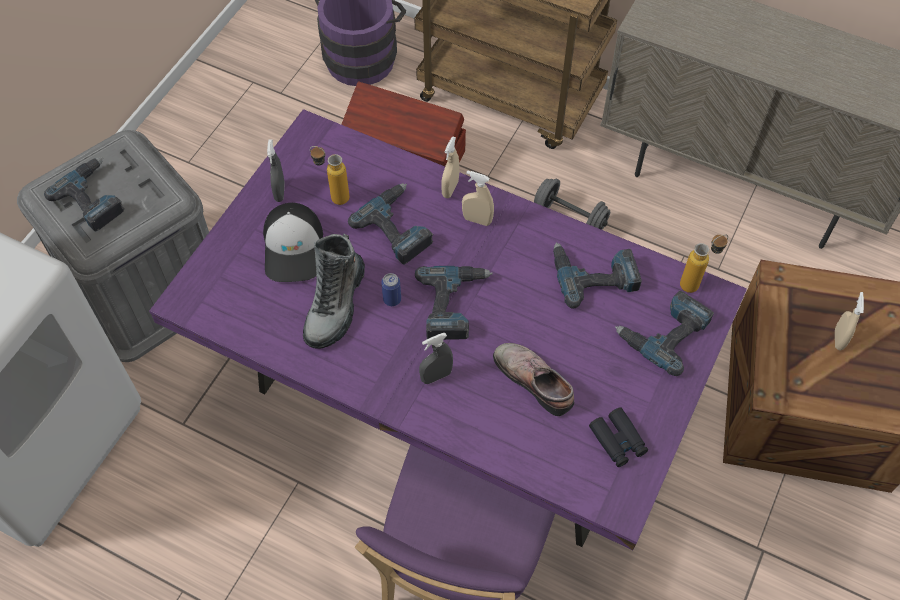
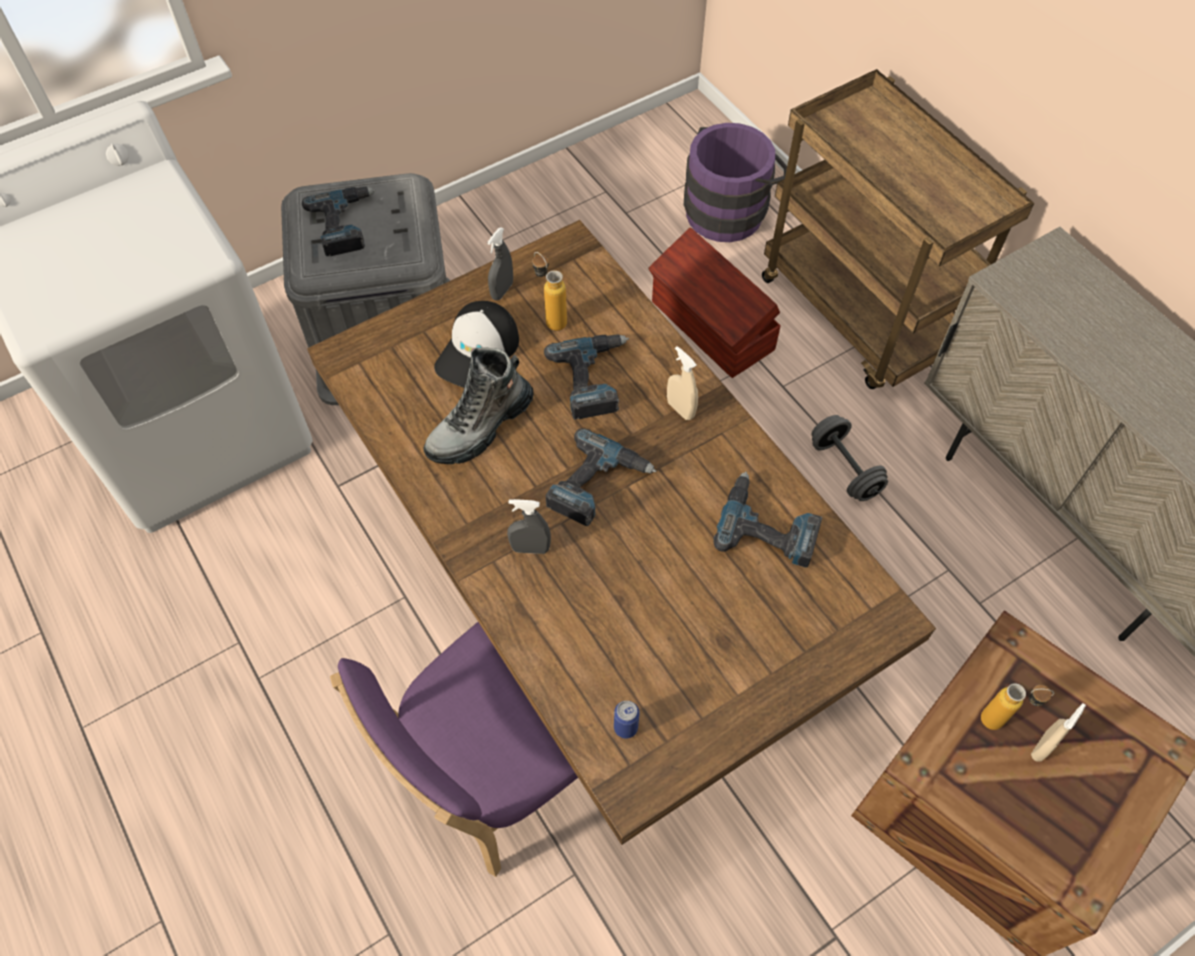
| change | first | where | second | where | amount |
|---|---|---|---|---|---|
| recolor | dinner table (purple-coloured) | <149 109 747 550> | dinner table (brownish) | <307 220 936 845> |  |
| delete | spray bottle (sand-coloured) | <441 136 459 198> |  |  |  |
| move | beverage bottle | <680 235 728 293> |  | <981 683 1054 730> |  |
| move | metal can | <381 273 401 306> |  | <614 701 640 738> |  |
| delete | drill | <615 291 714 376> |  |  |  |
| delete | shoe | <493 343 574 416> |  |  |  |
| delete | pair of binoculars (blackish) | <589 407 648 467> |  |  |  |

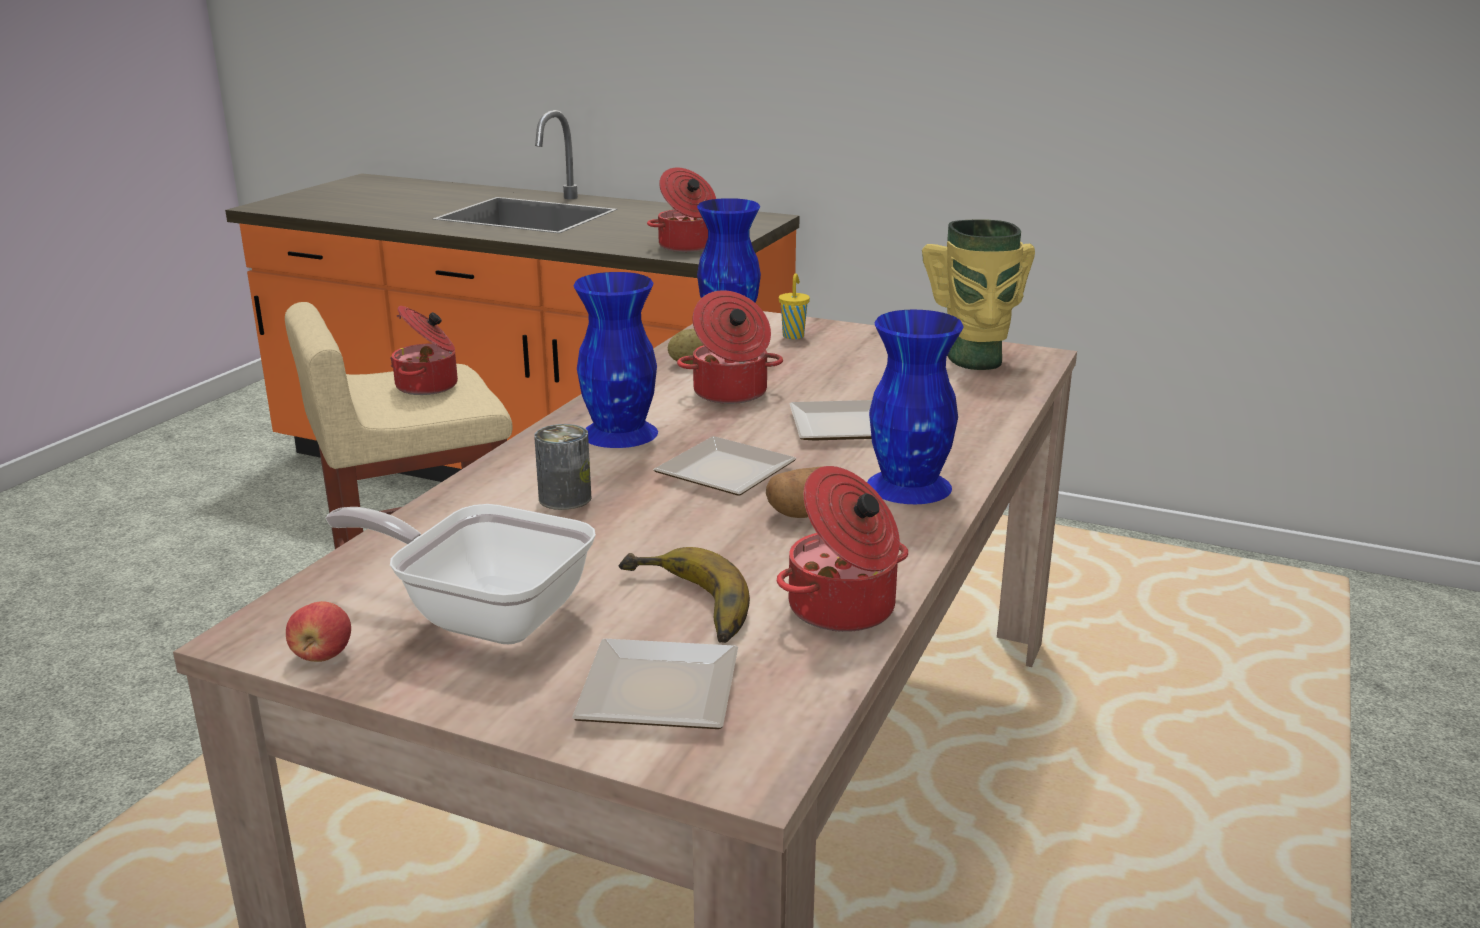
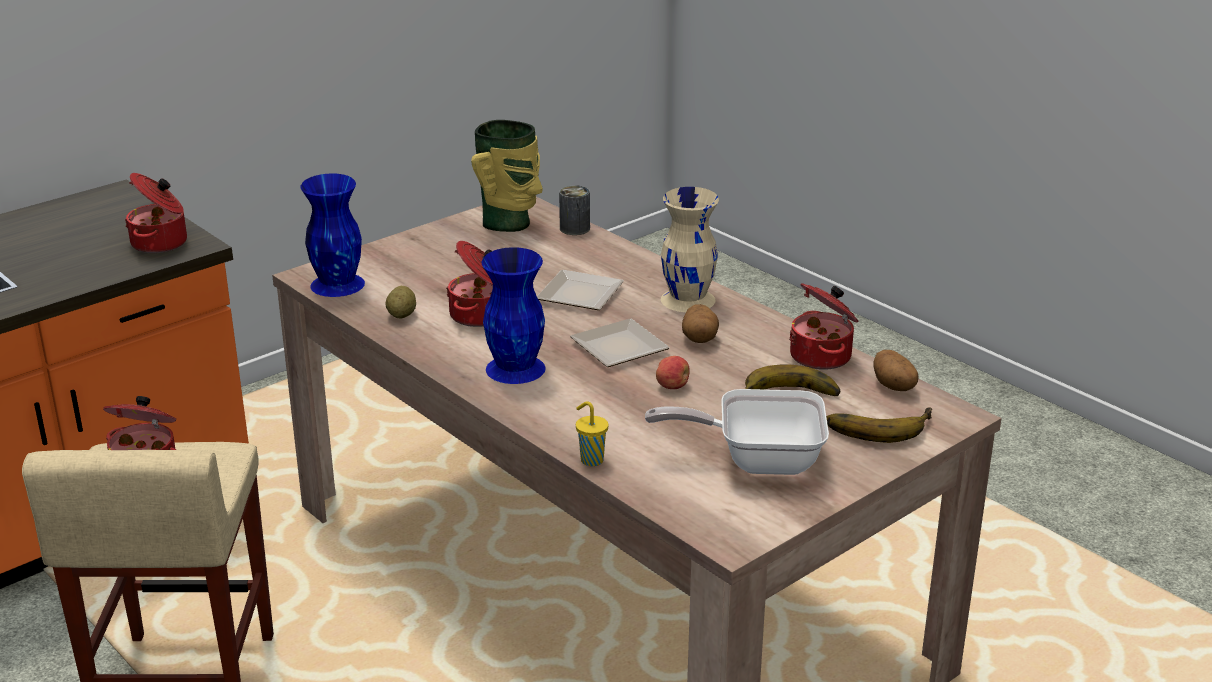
| change | first | where | second | where | amount |
|---|---|---|---|---|---|
| move | small cup (yellow-coloured) | <779 274 810 339> |  | <576 402 608 466> |  |
| recolor | flower vase (blue) | <867 310 964 504> | flower vase (sand-coloured) | <661 187 719 312> |  |
| move | metal can | <534 424 591 510> |  | <559 185 590 235> |  |
| rotate | pan | <326 504 596 644> |  | <645 389 829 475> | 45 degrees clockwise |
| move | whole apple | <286 601 351 662> |  | <656 356 690 389> |  |
| replace | plate | <572 639 738 729> | banana fruit | <826 407 932 443> |  |
| insert |  |  | spud | <873 350 919 391> |  |

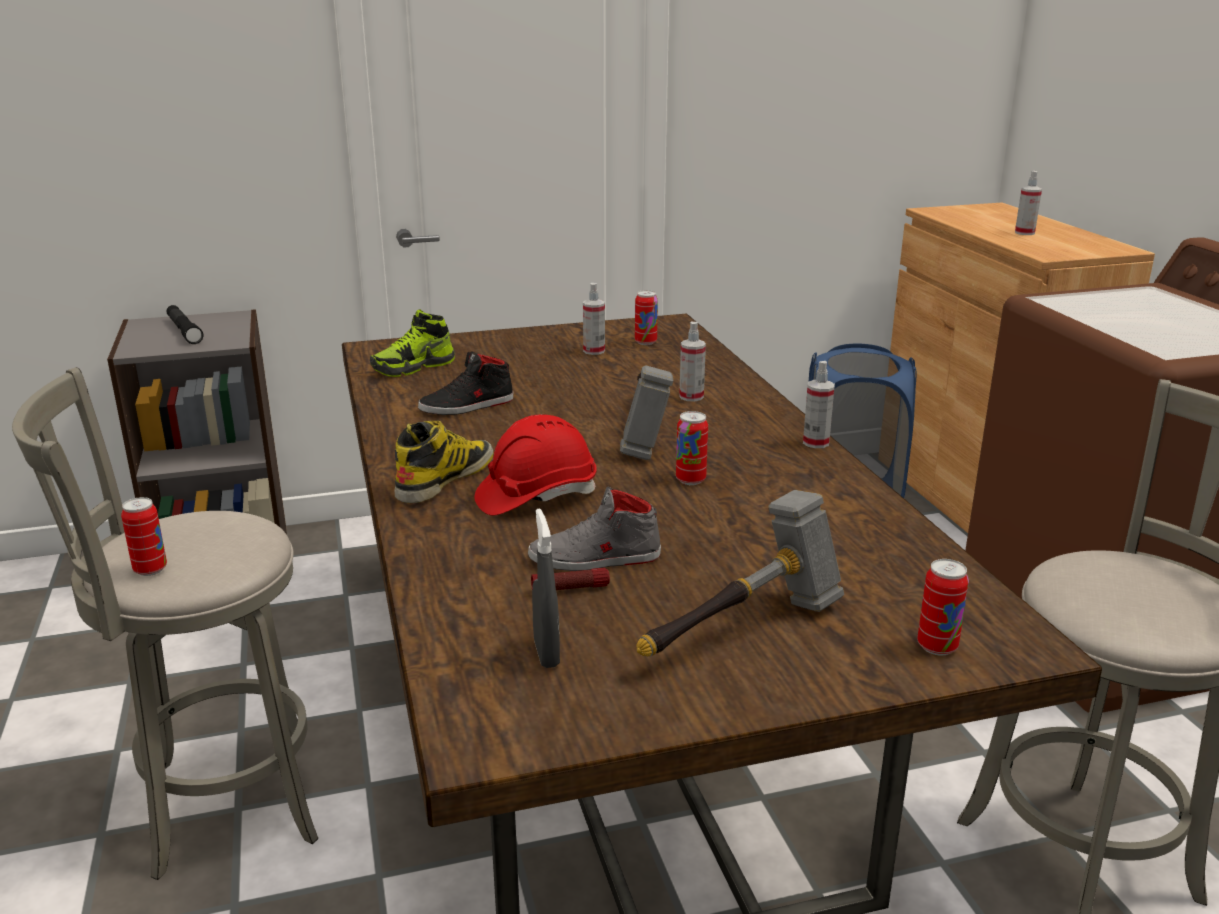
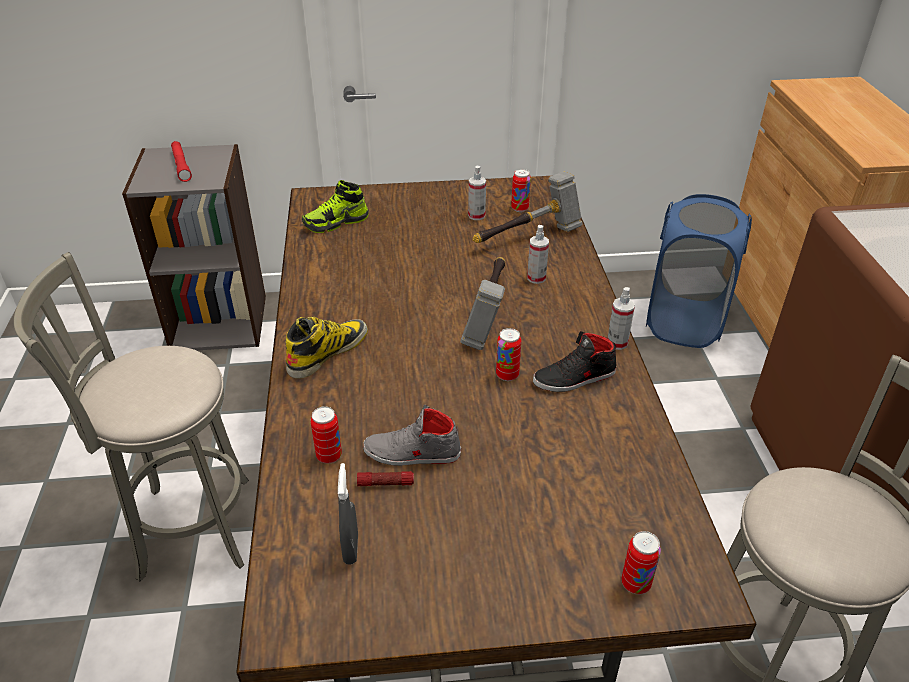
| change | first | where | second | where | amount |
|---|---|---|---|---|---|
| delete | spray bottle | <1015 171 1042 235> |  |  |  |
| recolor | hand torch (blackish) | <166 305 203 344> | hand torch (red) | <171 141 192 182> |  |
| move | shoe (blackish) | <418 351 514 415> |  | <533 331 617 392> |  |
| delete | hard hat (red) | <474 414 597 516> |  |  |  |
| move | hammer | <636 490 844 656> |  | <473 171 582 243> |  |
| move | metal can | <121 497 167 576> |  | <311 406 342 464> |  |

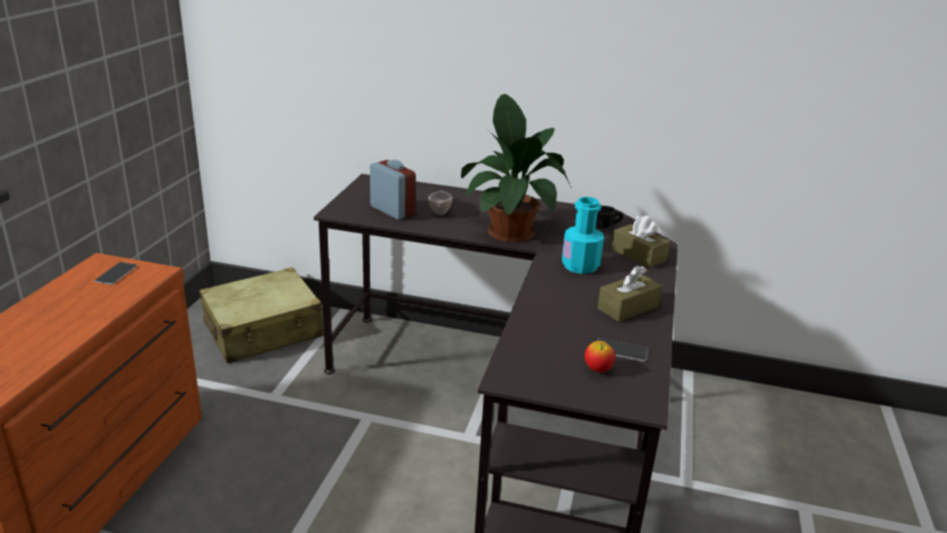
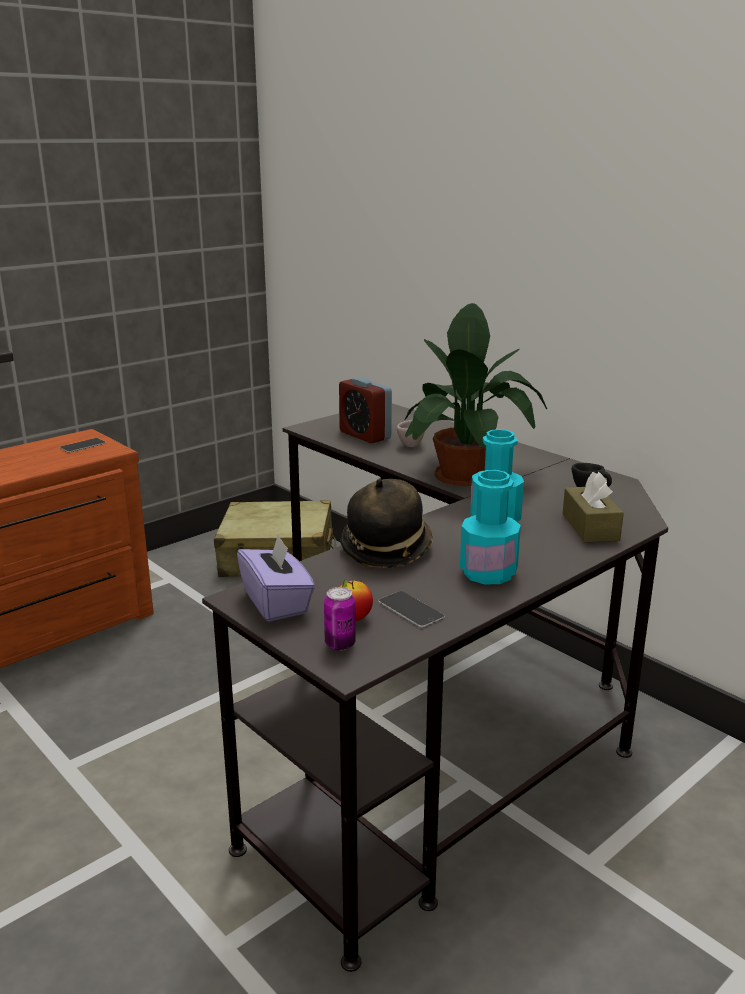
| change | first | where | second | where | amount |
|---|---|---|---|---|---|
| rotate | alarm clock | <370 160 416 220> |  | <339 377 392 443> | 150 degrees clockwise |
| replace | tissue holder (brownish) | <598 265 662 322> | beverage bottle (turquoise) | <460 470 521 584> |  |
| insert |  |  | wearable hat | <341 478 433 568> |  |
| insert |  |  | tissue holder (purple-coloured) | <237 535 315 622> |  |
| insert |  |  | metal can | <324 587 356 651> |  |

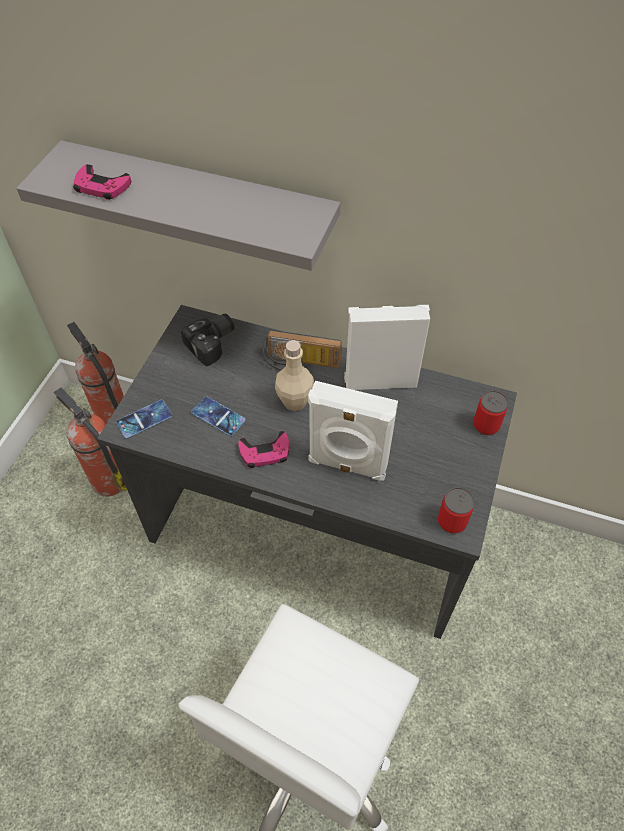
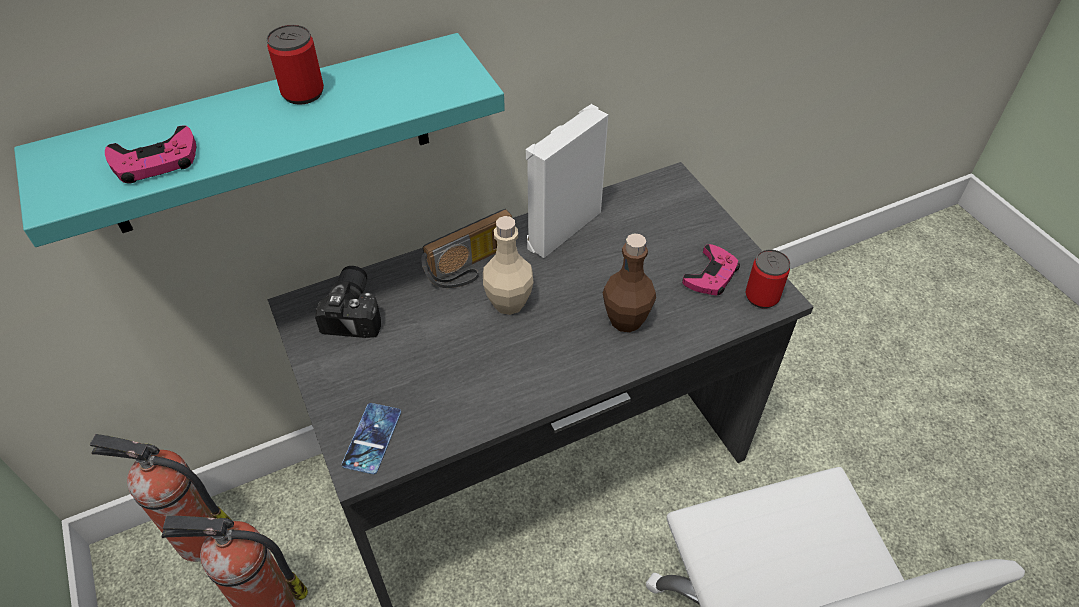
| change | first | where | second | where | amount |
|---|---|---|---|---|---|
| recolor | wall shelf (gray) | <16 140 341 271> | wall shelf (turquoise) | <14 33 505 247> |  |
| replace | audio speaker (white-coloured) | <308 381 398 481> | beverage bottle (brownish) | <603 233 656 332> |  |
| move | metal can | <473 391 508 435> |  | <267 25 324 105> |  |
| delete | telephone | <191 396 246 436> |  |  |  |
| move | gamepad (pink-coloured) | <238 431 289 468> |  | <682 244 740 296> |  |

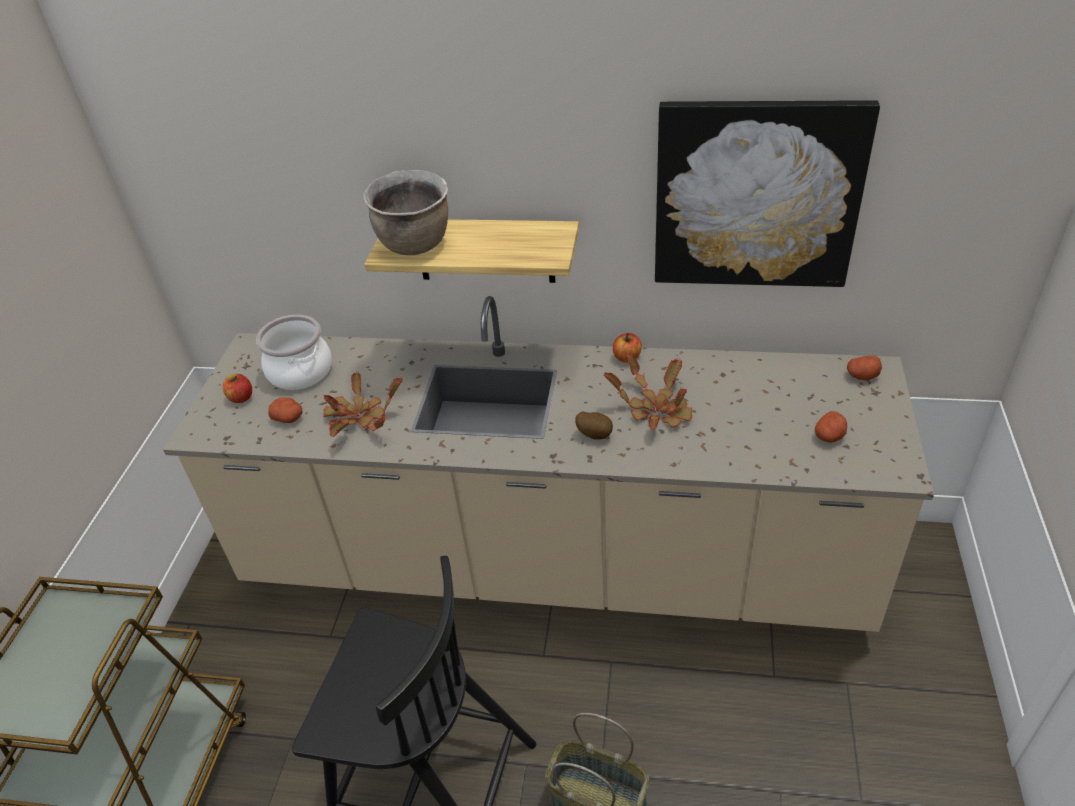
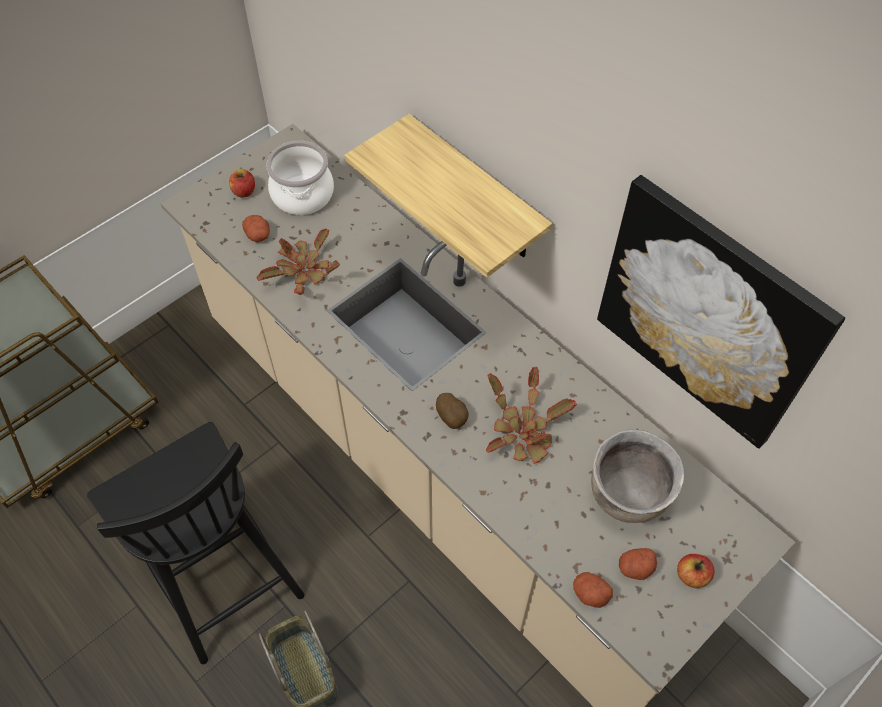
| change | first | where | second | where | amount |
|---|---|---|---|---|---|
| move | saucepot (brownish) | <363 170 448 255> |  | <591 430 684 523> |  |
| move | whole apple | <613 333 642 362> |  | <677 554 714 588> |  |
| move | spud | <847 356 882 380> |  | <573 572 613 608> |  |

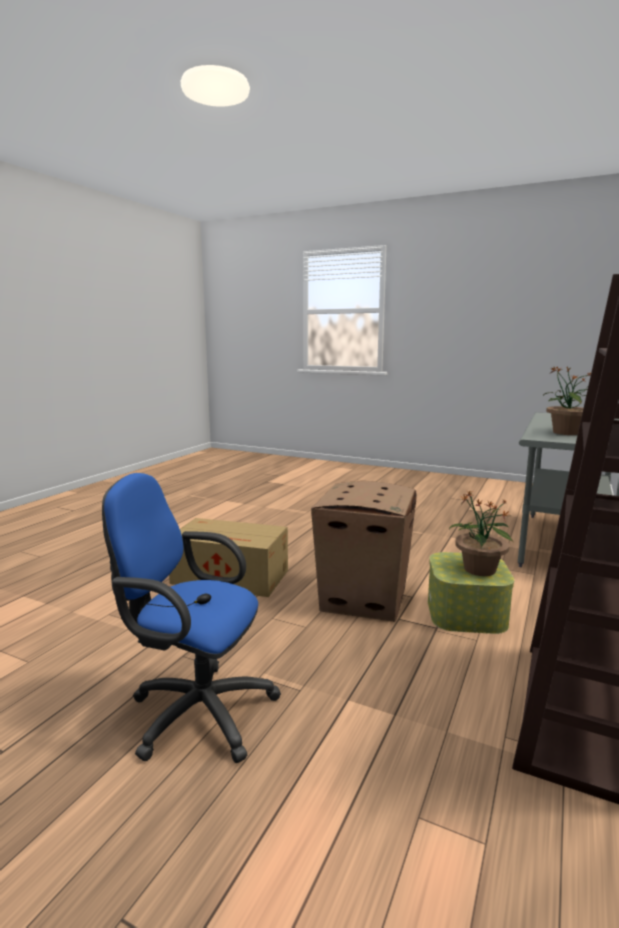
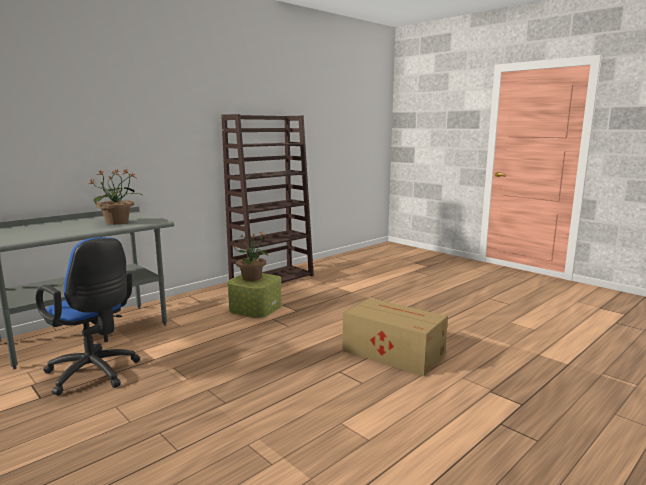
| change | first | where | second | where | amount |
|---|---|---|---|---|---|
| move | computer chair (blue) | <102 473 281 763> |  | <36 237 140 395> |  |
| delete | carton | <311 481 417 622> |  |  |  |

